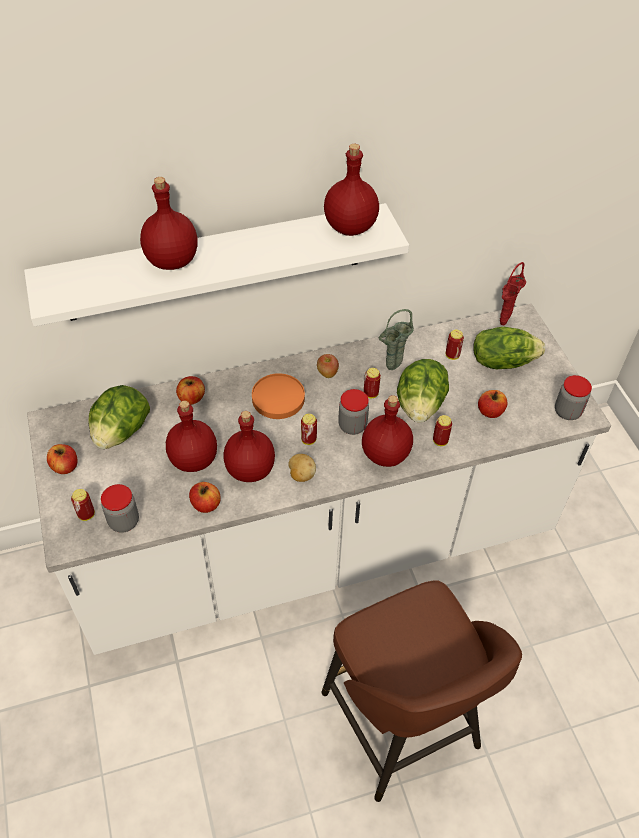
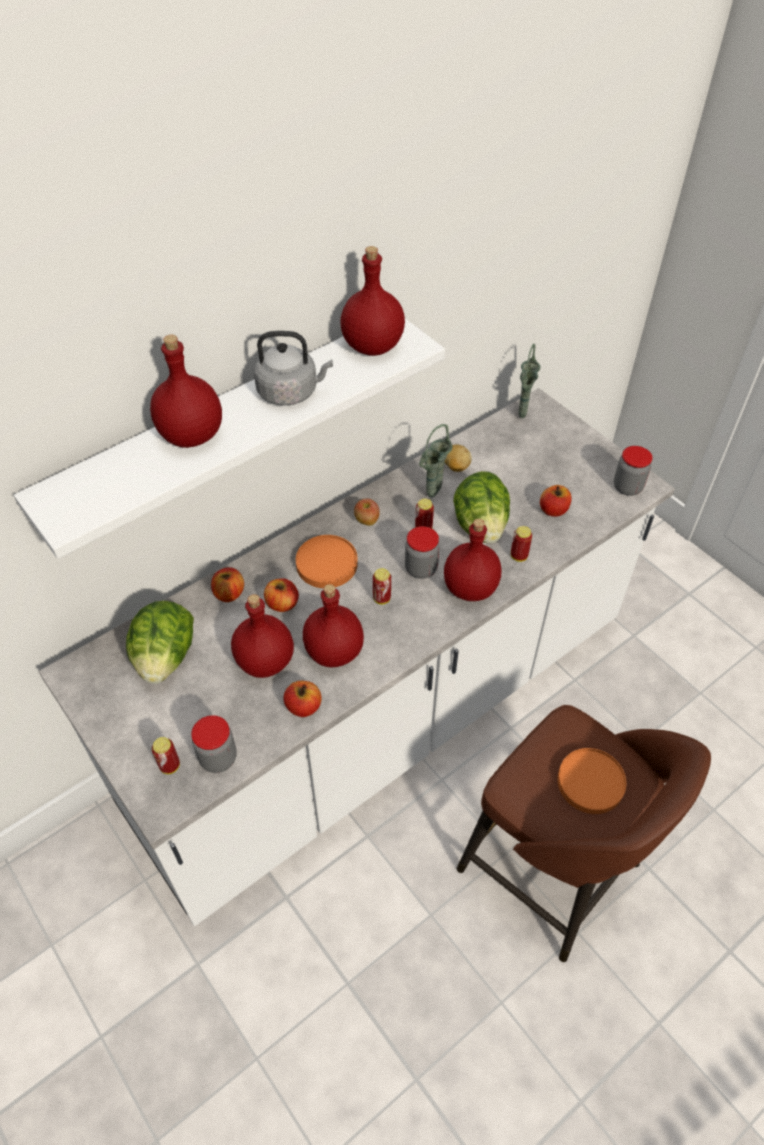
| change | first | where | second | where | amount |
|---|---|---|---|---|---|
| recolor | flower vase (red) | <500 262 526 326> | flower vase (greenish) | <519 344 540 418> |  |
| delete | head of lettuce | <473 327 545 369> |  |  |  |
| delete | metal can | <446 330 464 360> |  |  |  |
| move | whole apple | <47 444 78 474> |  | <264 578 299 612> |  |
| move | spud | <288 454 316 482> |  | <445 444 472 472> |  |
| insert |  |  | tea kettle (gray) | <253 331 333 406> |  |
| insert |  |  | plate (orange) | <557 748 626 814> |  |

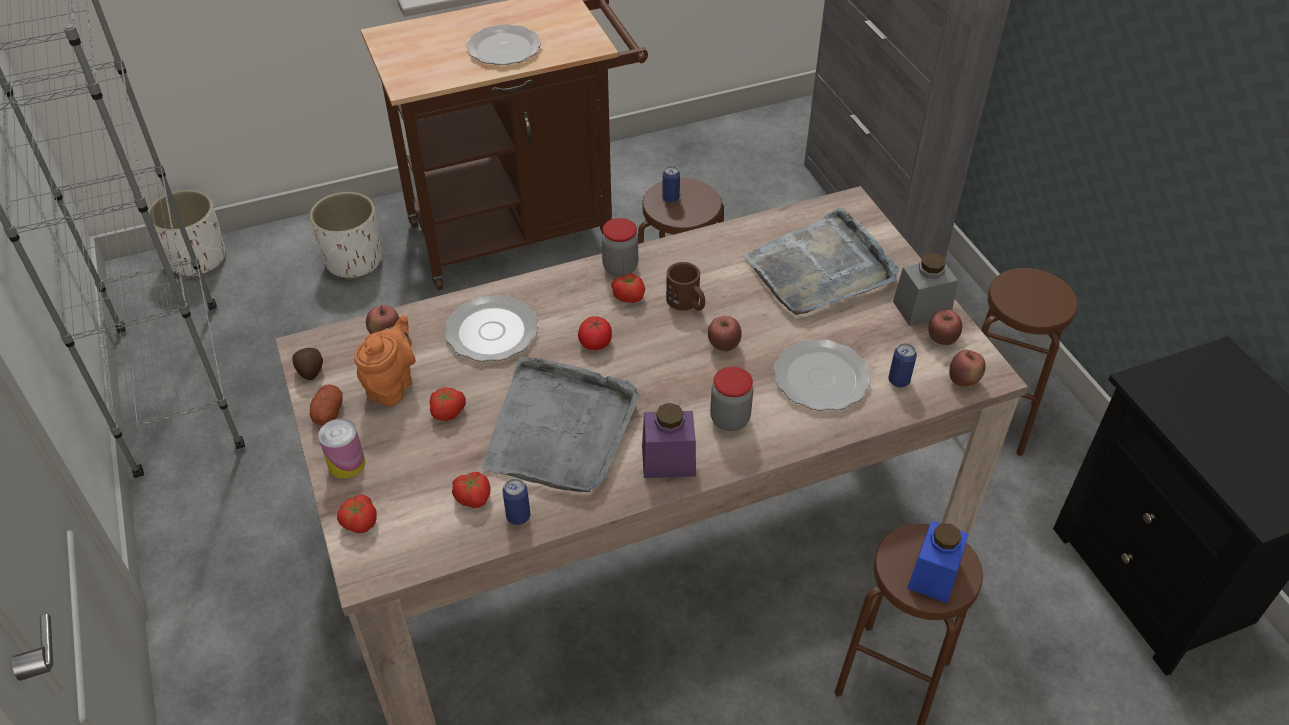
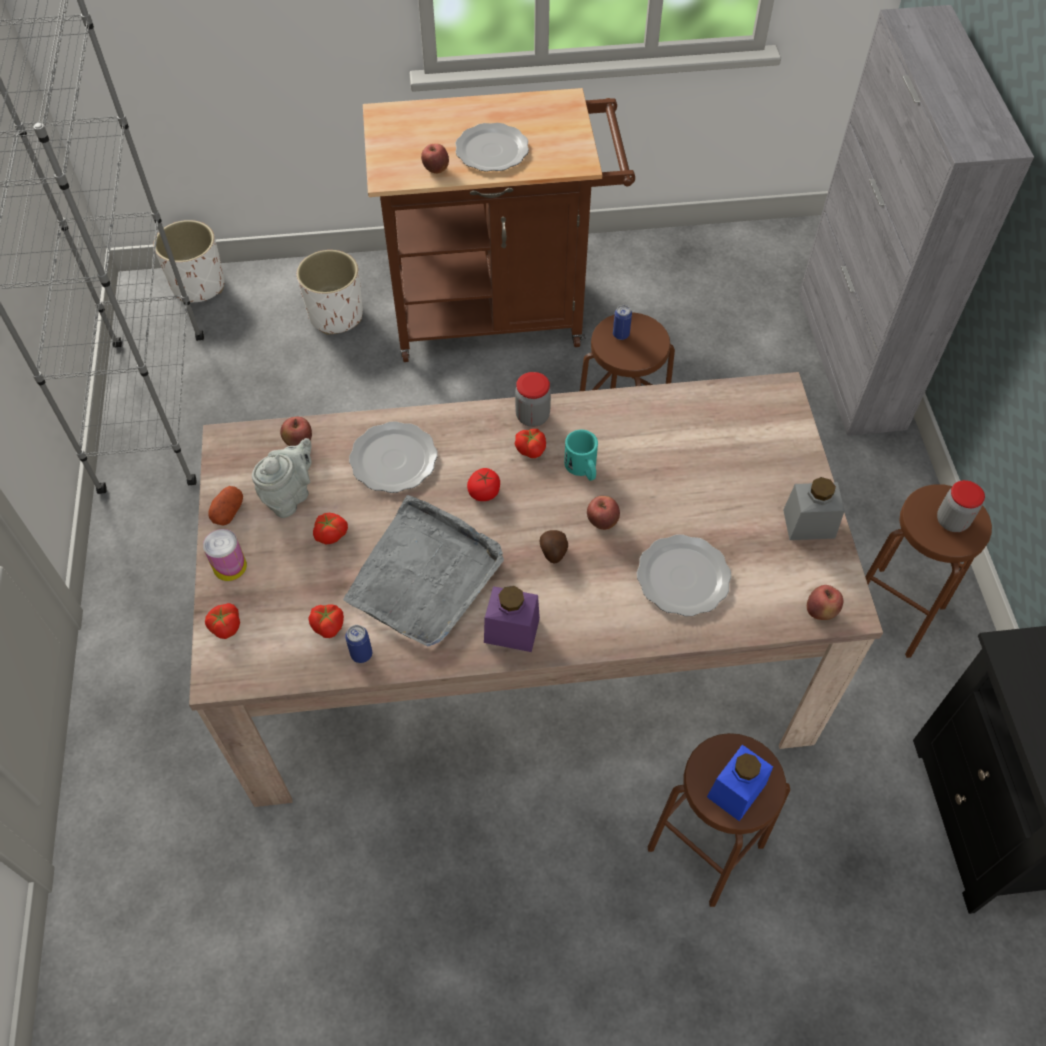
| change | first | where | second | where | amount |
|---|---|---|---|---|---|
| delete | carrying tray (gray) | <743 207 899 315> |  |  |  |
| recolor | mug (brownish) | <666 262 705 311> | mug (turquoise) | <564 430 598 481> |  |
| move | whole apple | <928 310 962 345> |  | <421 143 449 174> |  |
| recolor | pot for tea (orange) | <354 315 416 407> | pot for tea (gray) | <252 438 312 518> |  |
| delete | metal can | <888 343 917 387> |  |  |  |
| move | spud | <292 348 323 380> |  | <540 530 568 564> |  |
| move | preserve jar | <710 367 753 431> |  | <937 480 985 532> |  |

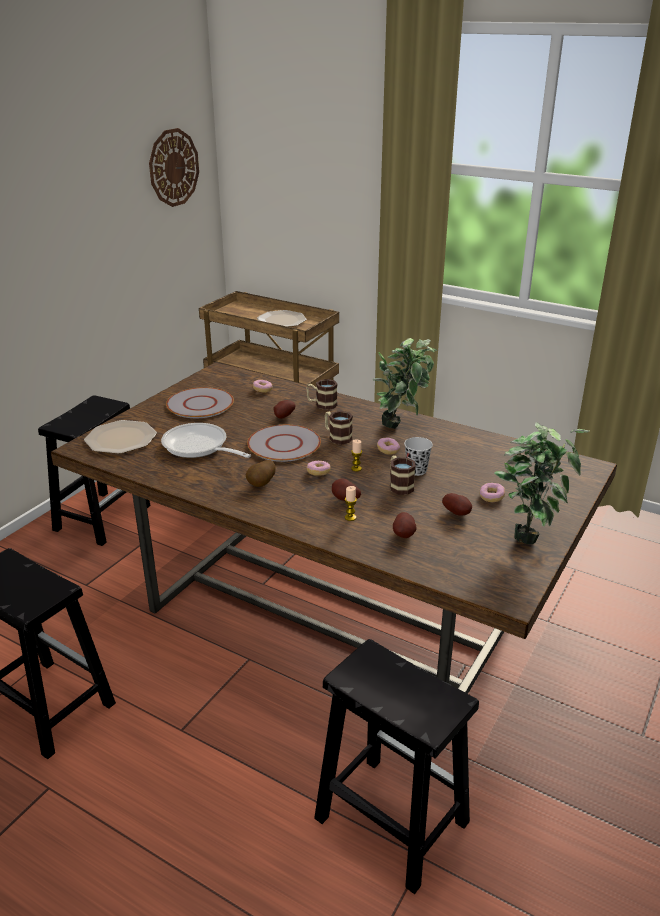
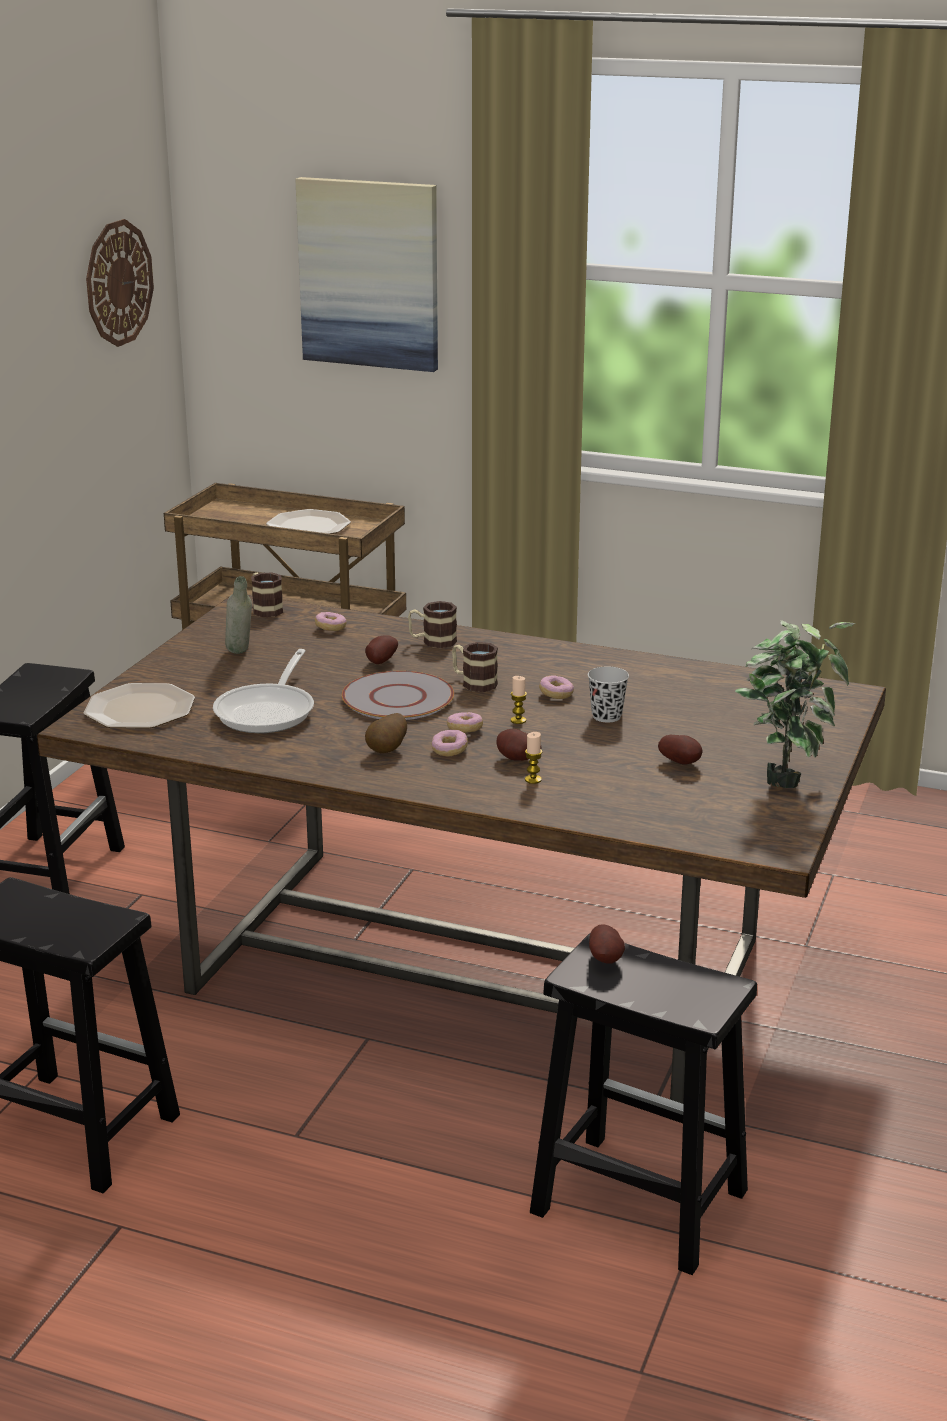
| change | first | where | second | where | amount |
|---|---|---|---|---|---|
| delete | plant in a pot | <373 338 437 428> |  |  |  |
| replace | plate (gray) | <166 387 234 418> | beverage bottle (gray) | <225 576 252 654> |  |
| rotate | pan | <161 423 251 458> |  | <213 649 314 733> | 105 degrees counterclockwise |
| move | mug | <390 455 416 495> |  | <251 572 283 617> |  |
| move | donut | <480 483 505 502> |  | <431 730 468 757> |  |
| move | spud | <393 512 417 538> |  | <589 924 625 964> |  |
| insert |  |  | picture | <295 177 438 372> |  |

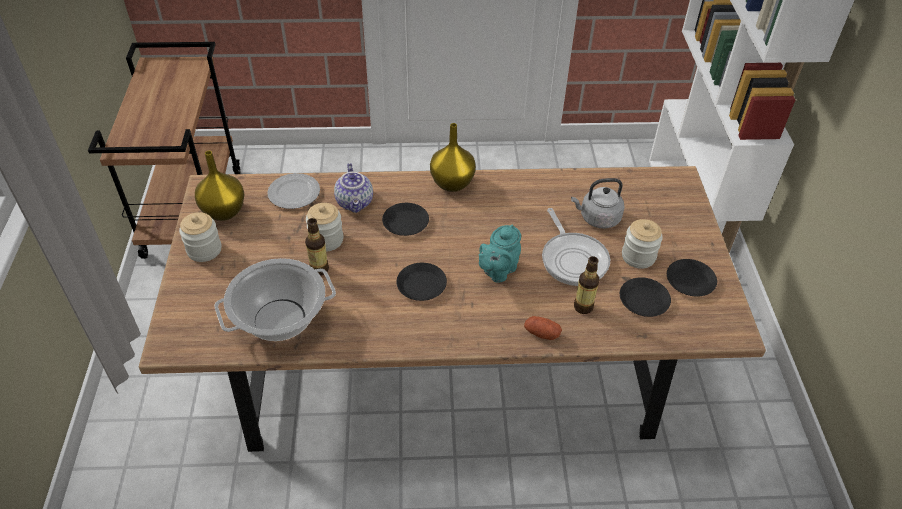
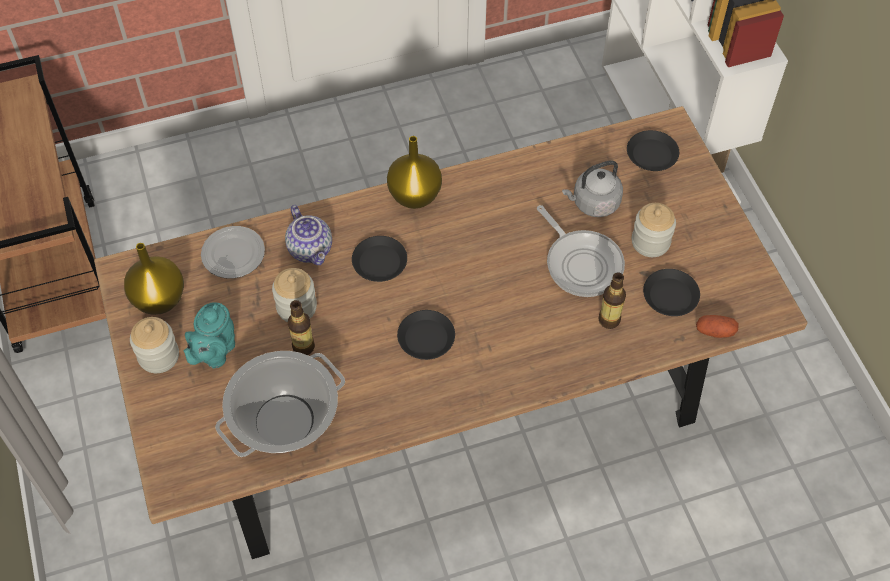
| change | first | where | second | where | amount |
|---|---|---|---|---|---|
| move | pot for tea (turquoise) | <479 225 521 282> |  | <184 302 235 368> |  |
| move | plate (blackish) | <667 259 717 297> |  | <627 130 679 171> |  |
| move | spud | <524 316 562 340> |  | <696 315 739 338> |  |

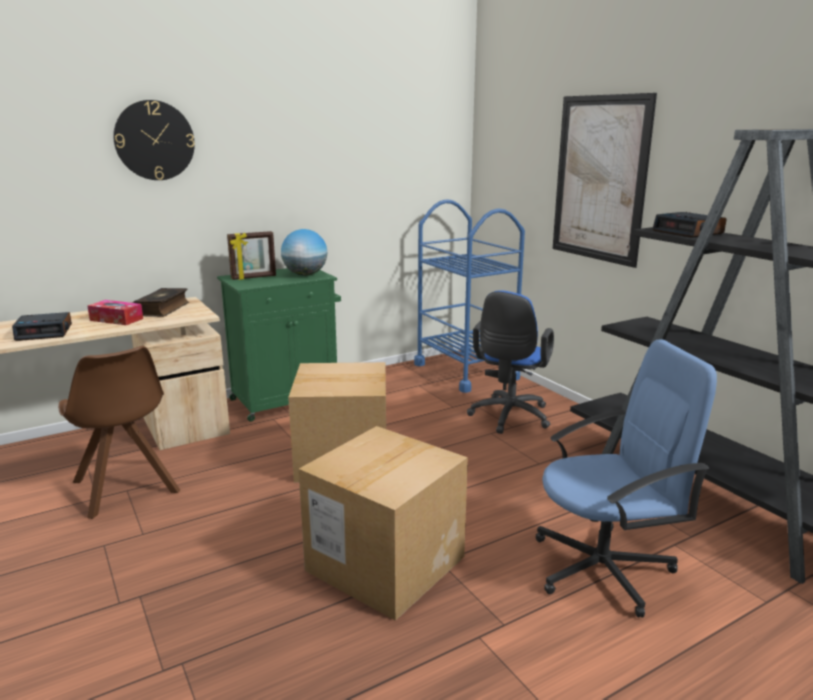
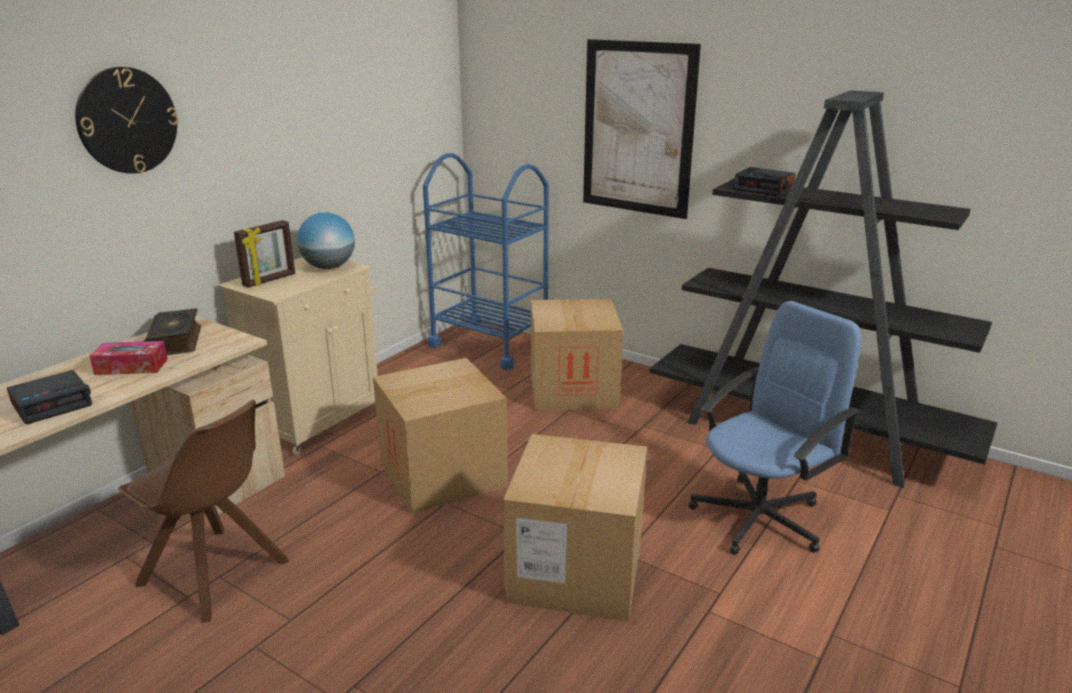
| change | first | where | second | where | amount |
|---|---|---|---|---|---|
| recolor | cupboard (greenish) | <217 268 341 422> | cupboard (sand-coloured) | <218 257 378 455> |  |
| replace | computer chair (blue) | <467 290 554 434> | carton | <531 299 623 410> |  |

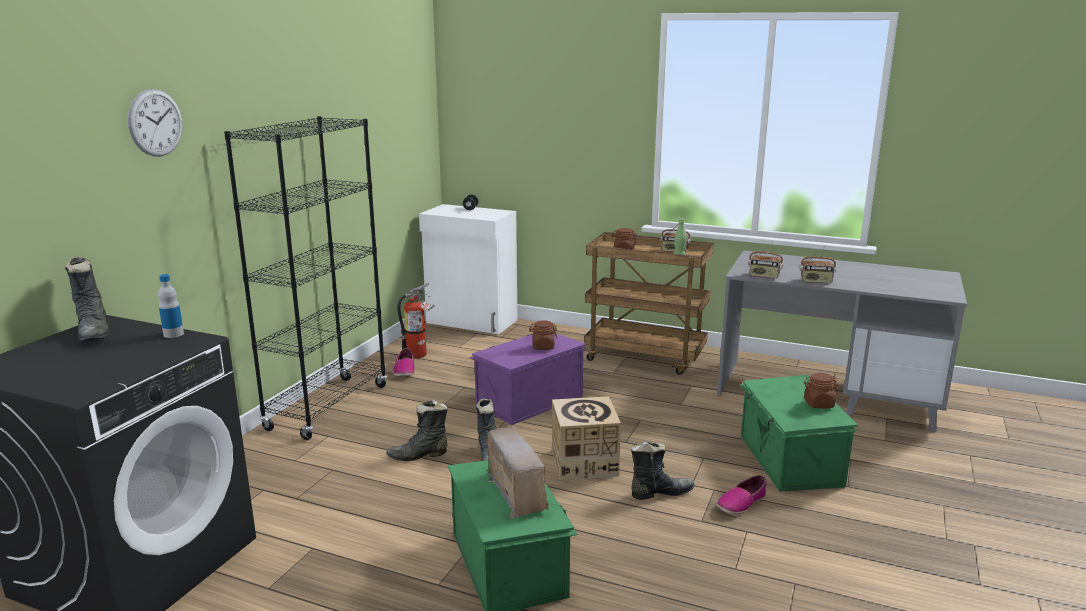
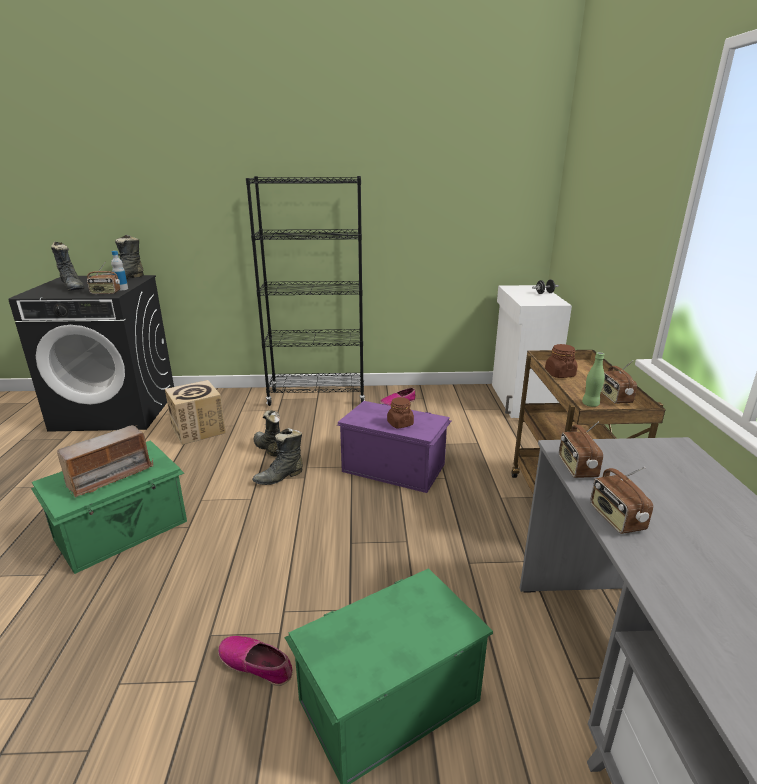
| change | first | where | second | where | amount |
|---|---|---|---|---|---|
| delete | wall clock | <128 89 183 157> |  |  |  |
| delete | extinguisher | <397 283 435 359> |  |  |  |
| delete | preserve jar (brownish) | <803 373 838 408> |  |  |  |
| move | carton | <552 396 621 481> |  | <165 380 226 445> |  |
| move | high-top boot (blackish) | <631 442 695 500> |  | <51 242 85 290> |  |
| insert |  |  | radio set | <87 261 120 294> |  |

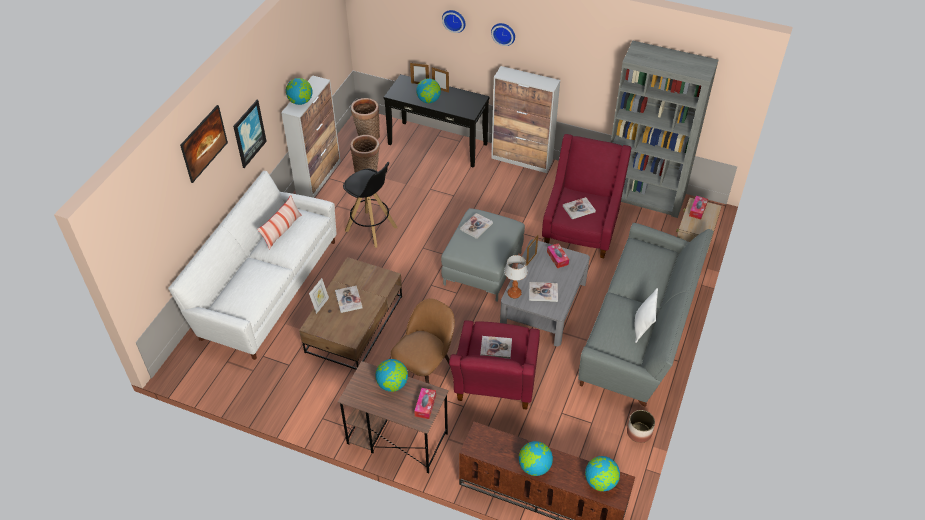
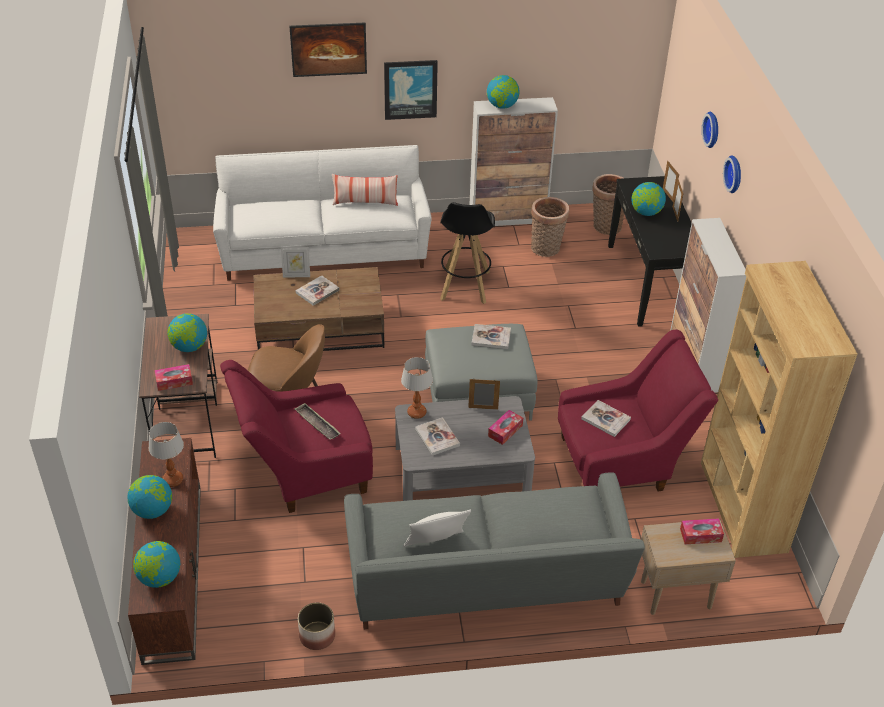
| change | first | where | second | where | amount |
|---|---|---|---|---|---|
| recolor | bookcase (gray) | <611 41 718 218> | bookcase (brownish) | <701 261 857 558> |  |
| replace | book | <480 336 512 359> | carrying tray | <295 403 341 440> |  |
| insert |  |  | table lamp | <149 422 184 487> |  |

